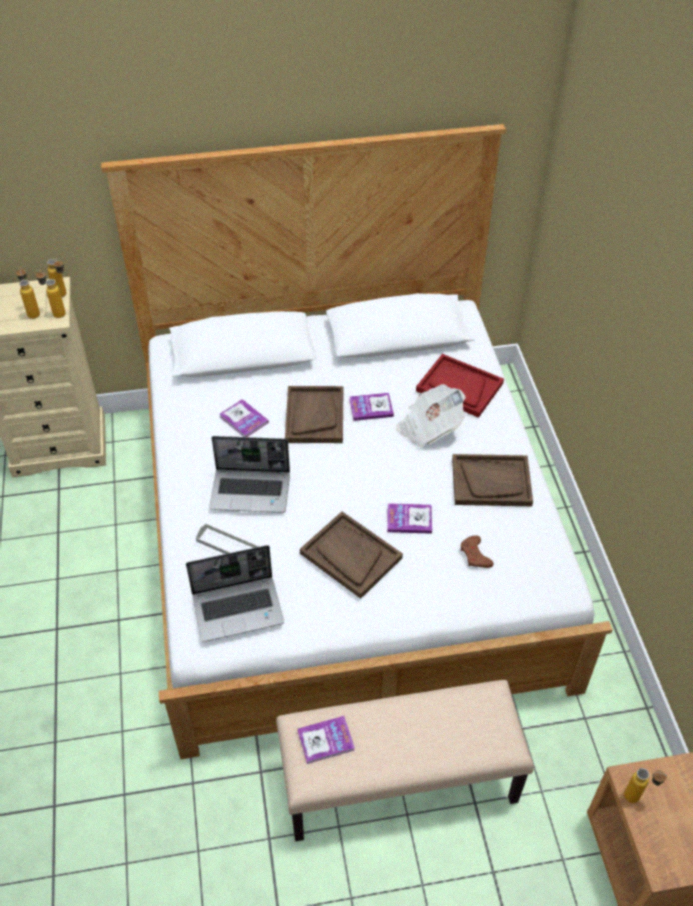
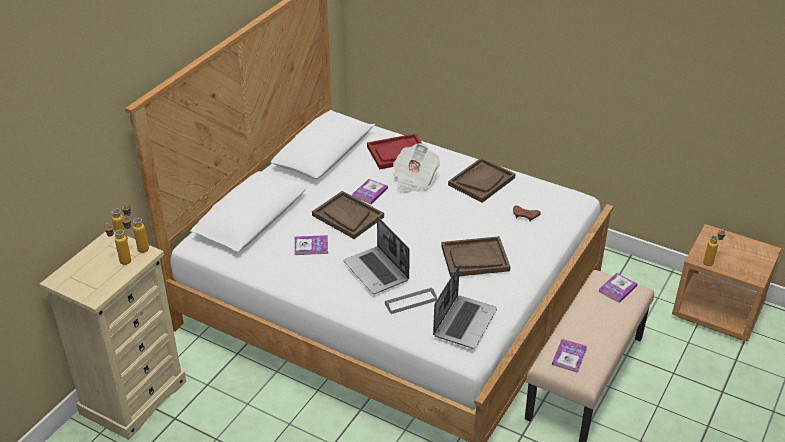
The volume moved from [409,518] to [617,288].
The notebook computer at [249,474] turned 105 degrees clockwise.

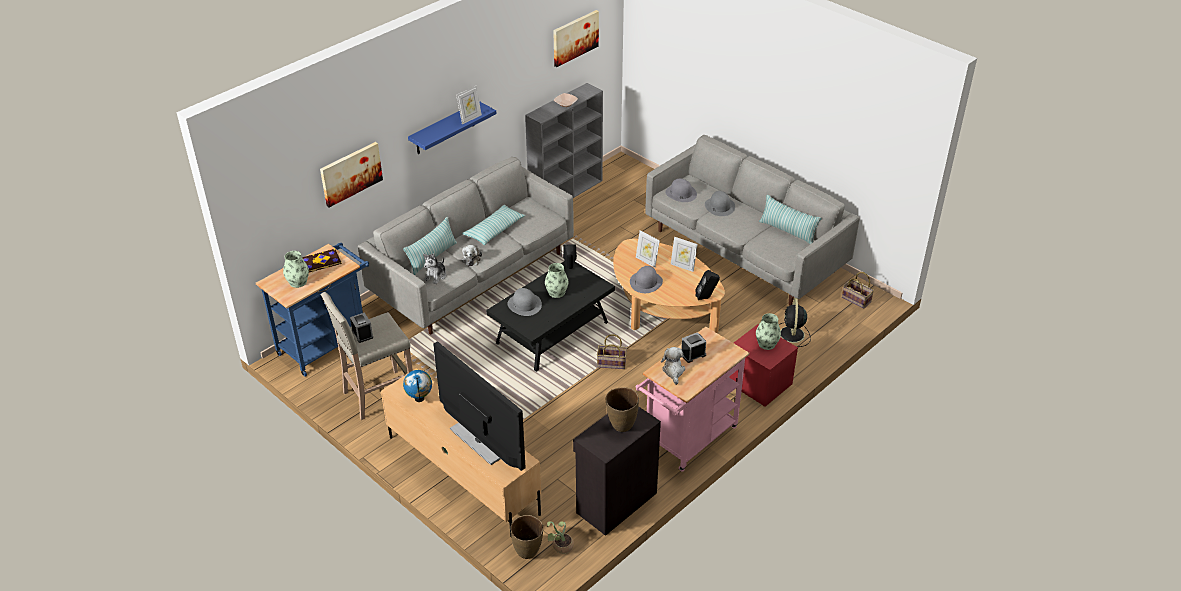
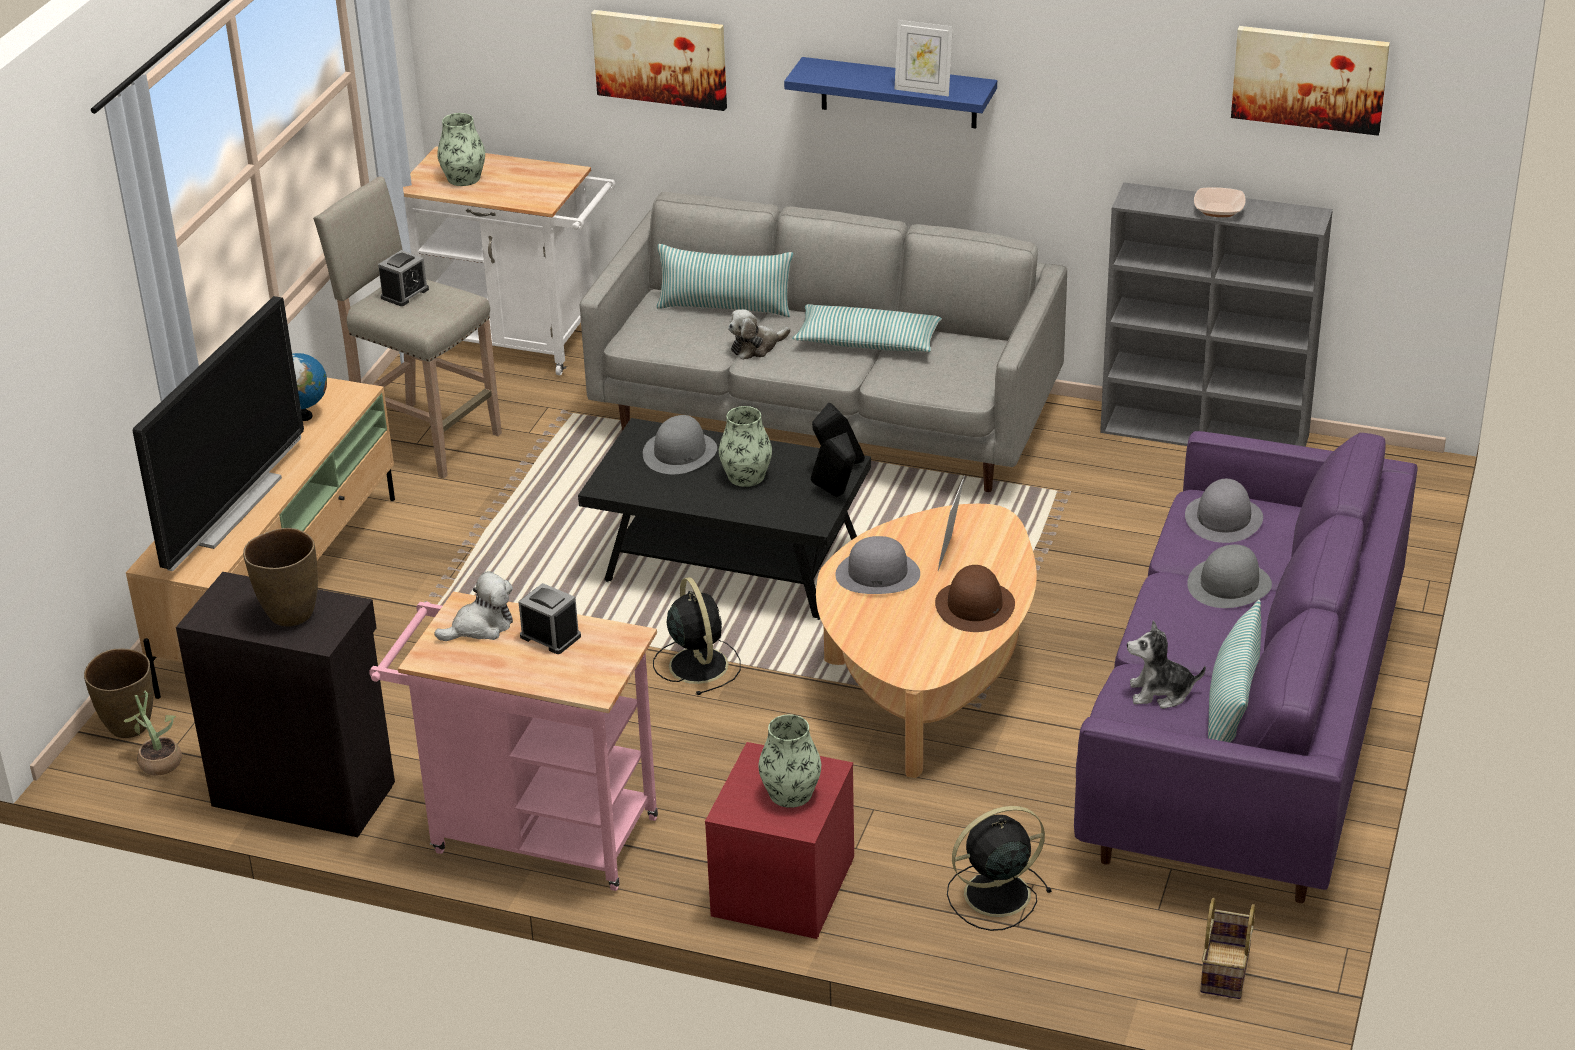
The volume at [322,261] disappeared.
The soft toy moved from [434,269] to [1166,664].
The blackish audio speaker moved from [707,285] to [833,464].
The household basket at [612,351] was replaced by the blackish electric fan at [697,636].
The picture frame at [684,254] was replaced by the brownish clothing hat at [975,598].
The blue cart at [312,310] became the whitish cart at [509,260].
The grey sofa at [752,220] became the purple sofa at [1245,667].

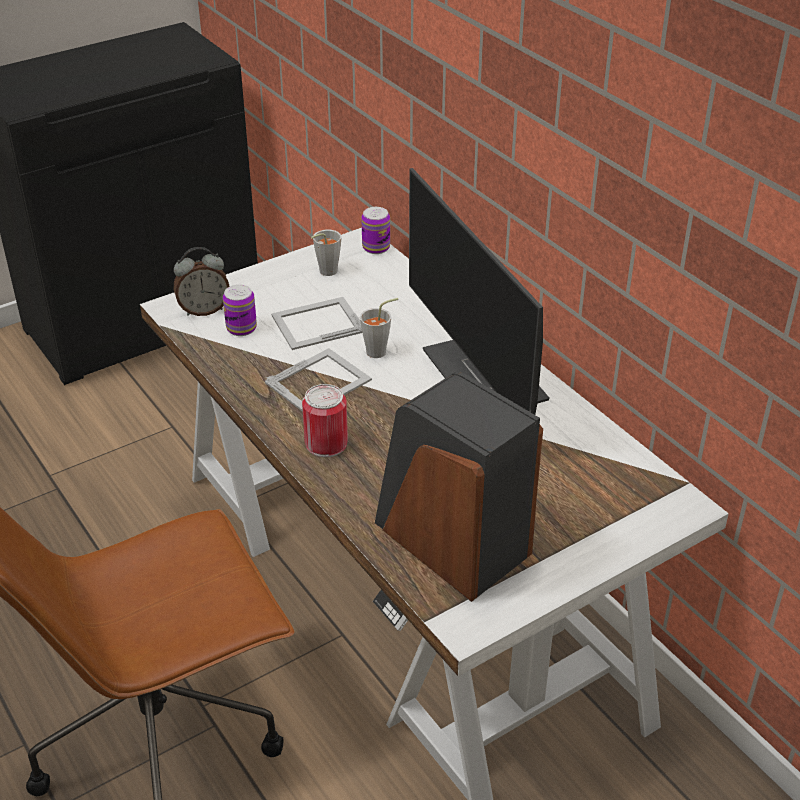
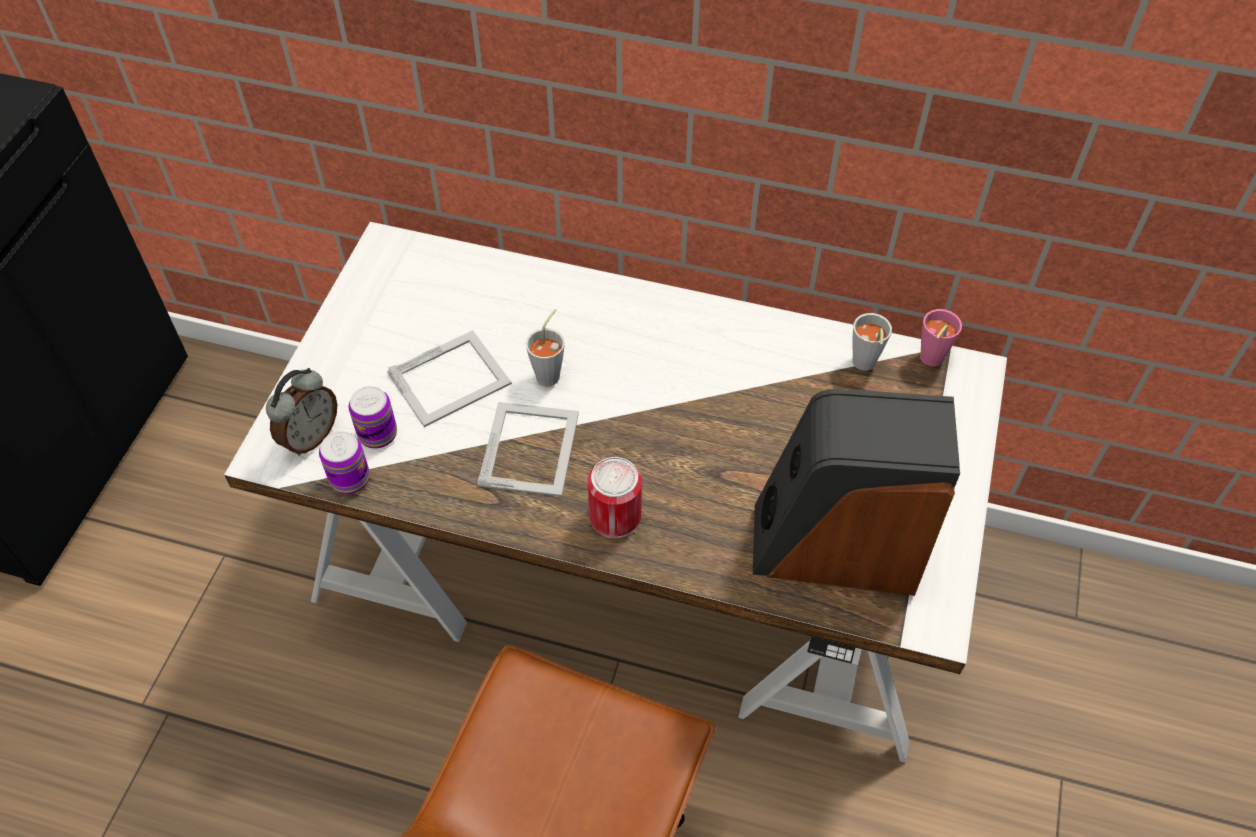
The monitor at [479,291] disappeared.
The pink drinking cup at [941,338] appeared.
The grey drinking cup moved from [326,253] to [872,342].
The metal can moved from [375,230] to [344,462].
The picture frame at [316,323] turned 150 degrees counterclockwise.

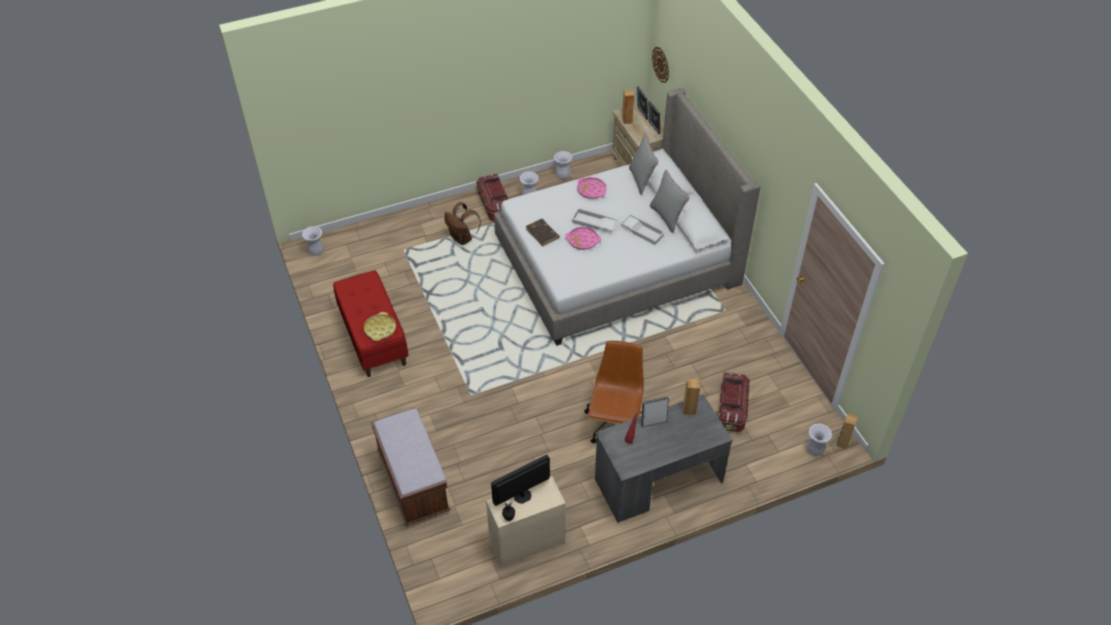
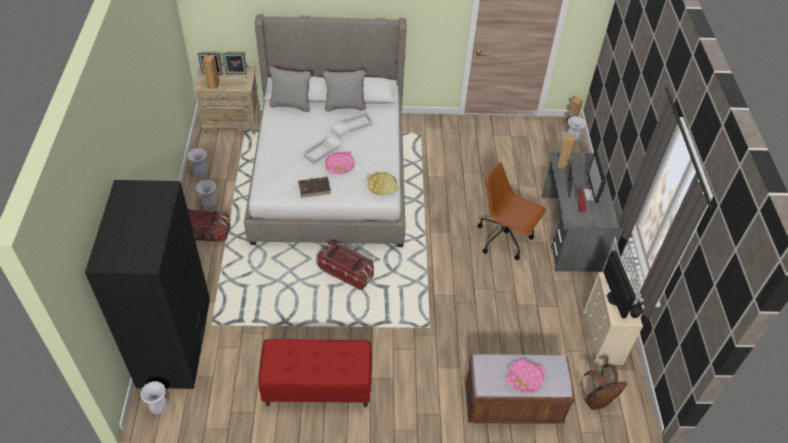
The wall clock at [660,65] disappeared.
The blackish wardrobe at [147,284] appeared.
The monitor at [594,177] appeared.
The yellow-coloured carrying tray moved from [380,326] to [382,183].
The brownish backpack moved from [463,223] to [604,387].
The pink carrying tray moved from [591,188] to [526,376].
The storage container moved from [734,402] to [345,266].

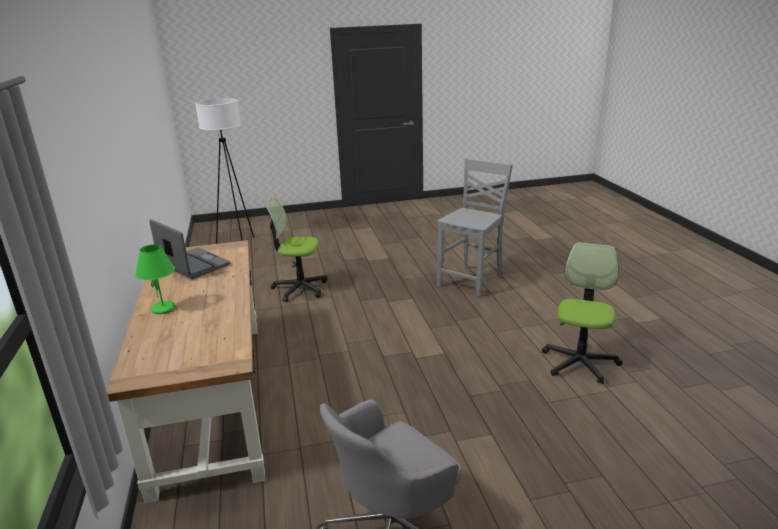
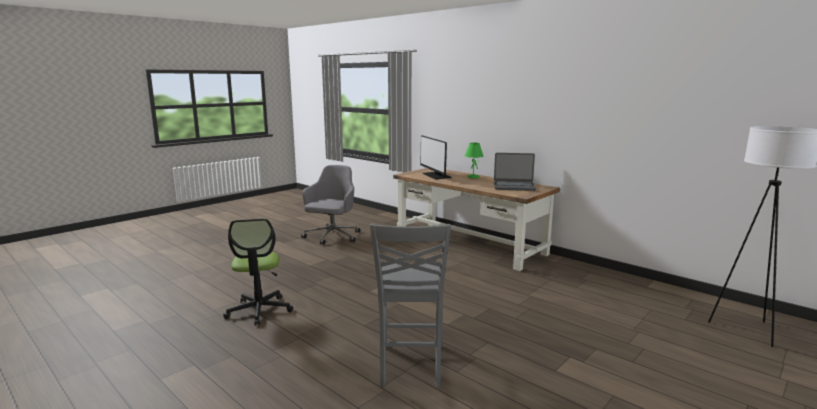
The desk chair at [296,249] disappeared.
The monitor at [436,157] appeared.

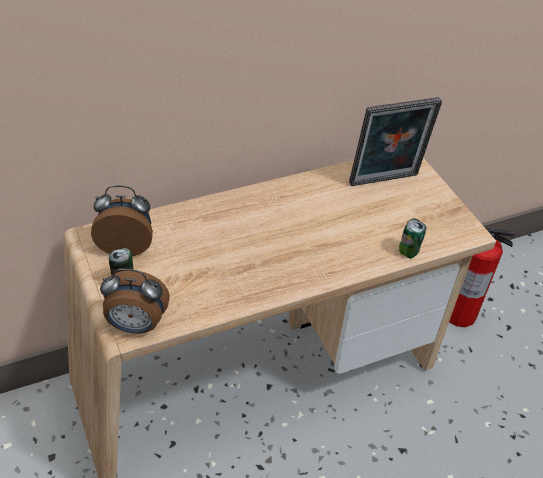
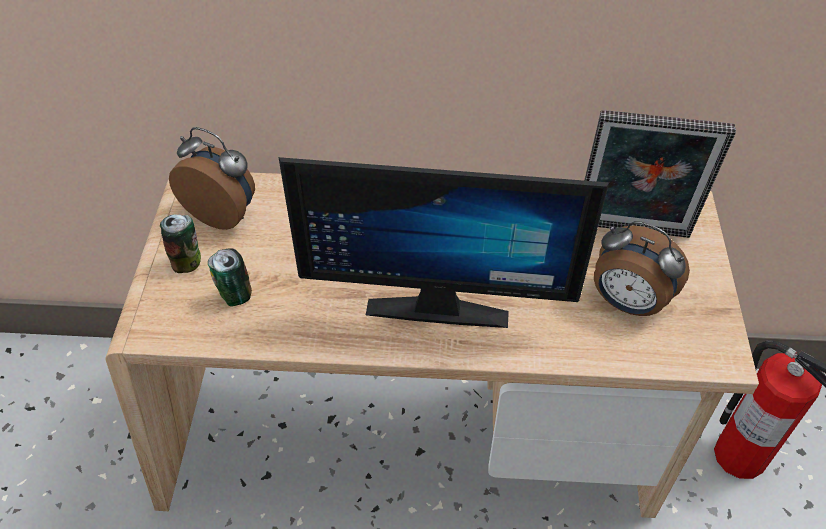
The monitor at [443,242] appeared.
The table clock moved from [135,301] to [642,268].
The metal can moved from [412,238] to [230,277].

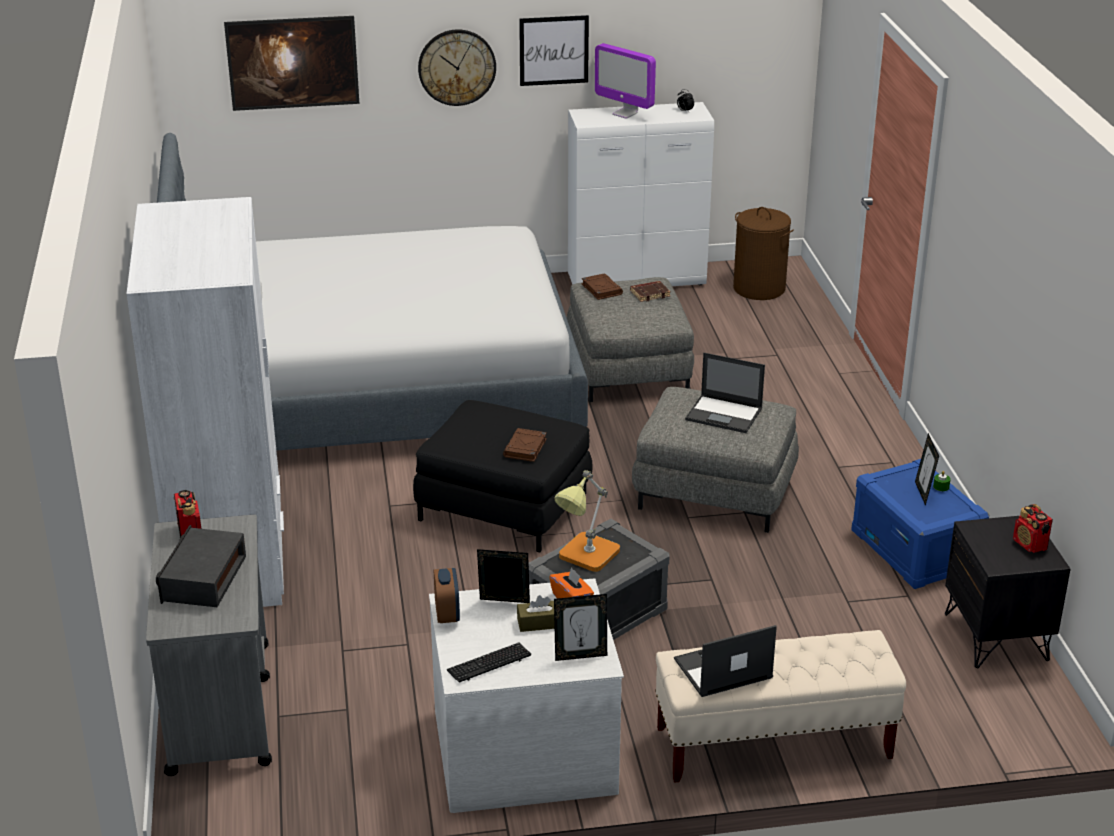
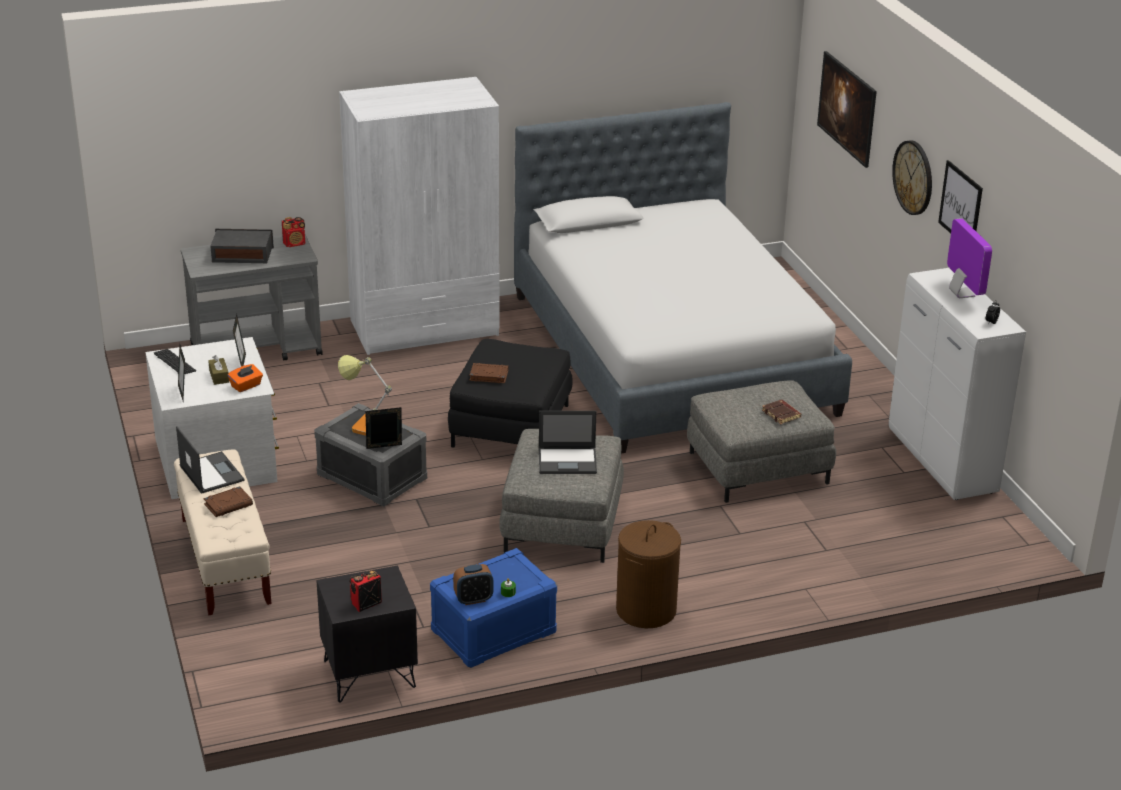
The table clock moved from [447,595] to [473,584].
The brownish volume moved from [602,286] to [228,501].
The brownish laundry basket moved from [763,253] to [648,574].
The picture frame moved from [927,469] to [383,428].
The monitor at [625,81] turned 135 degrees clockwise.
The notebook computer at [725,393] turned 105 degrees counterclockwise.

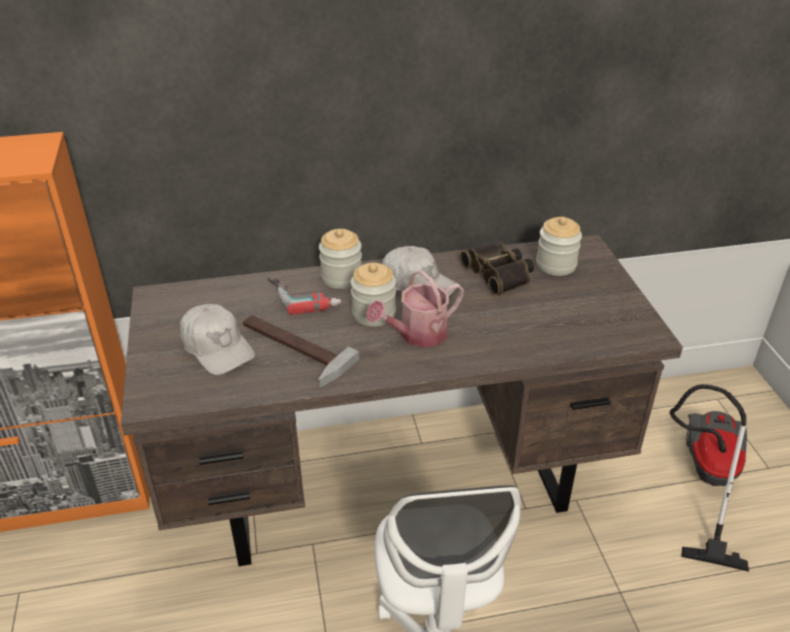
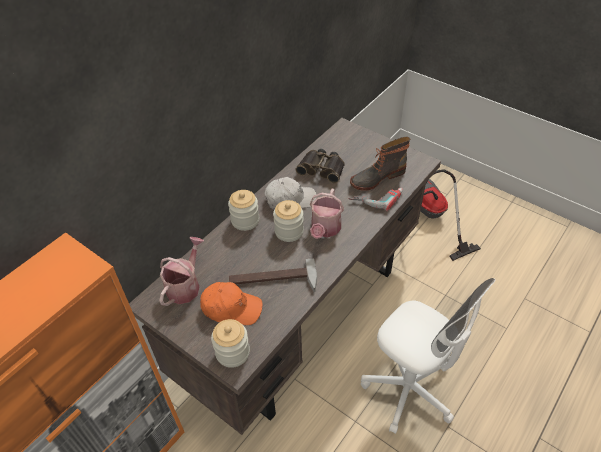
The sprinkling can at [181,271] appeared.
The high-top boot at [380,163] appeared.
The drill moved from [305,296] to [375,199].
The jar moved from [559,246] to [230,343].
The whitish baseball cap at [217,339] became the orange baseball cap at [231,303].

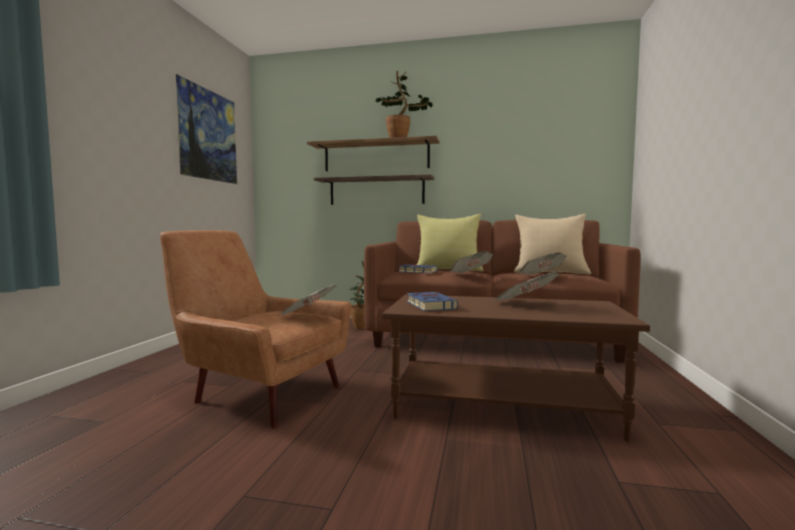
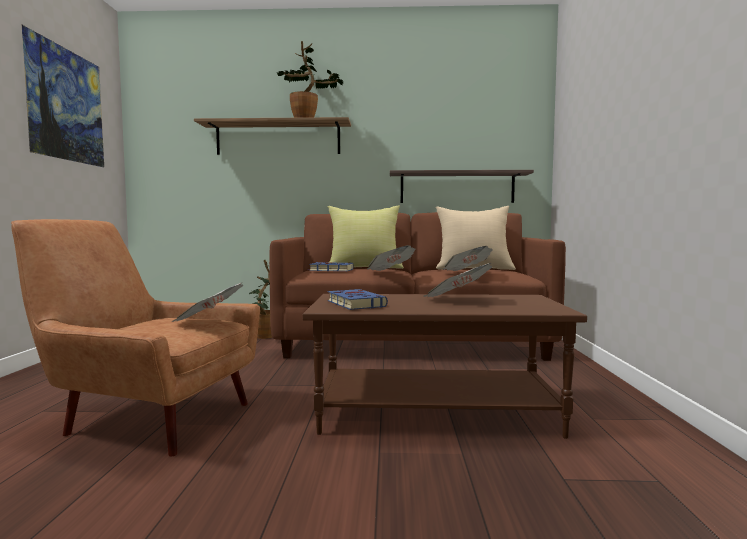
The shelf moved from [374,190] to [462,186].

